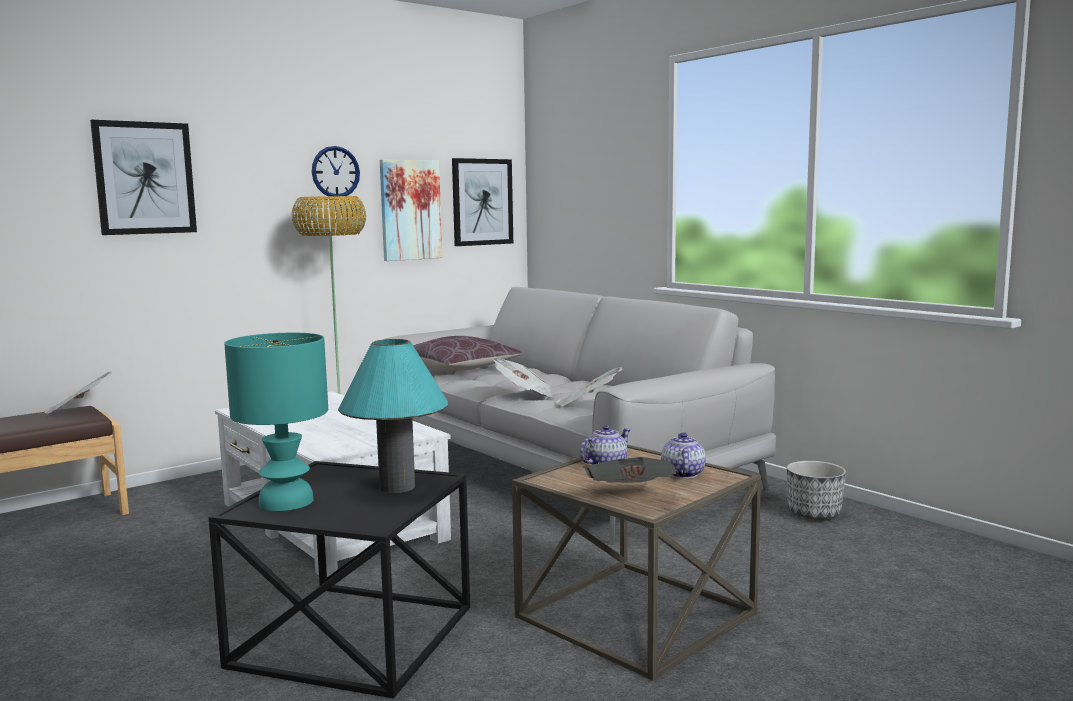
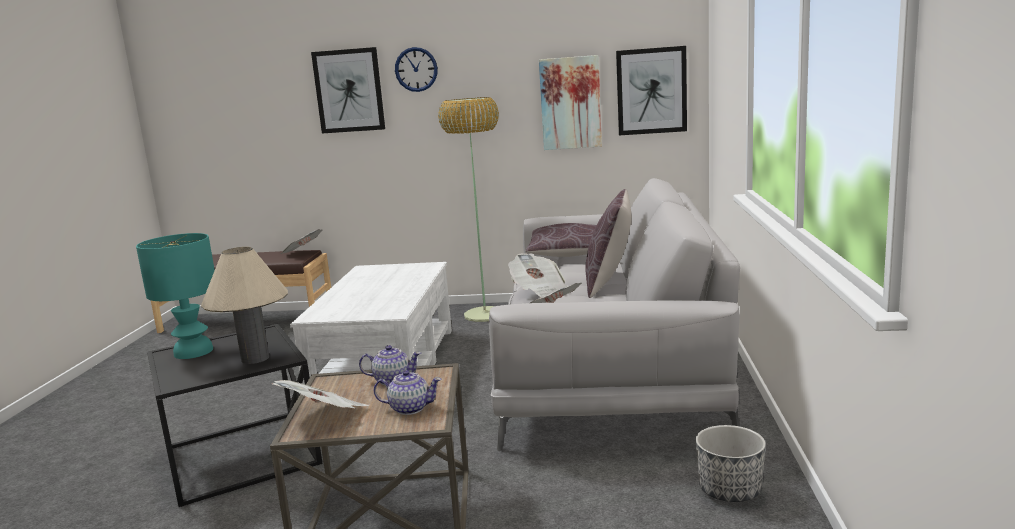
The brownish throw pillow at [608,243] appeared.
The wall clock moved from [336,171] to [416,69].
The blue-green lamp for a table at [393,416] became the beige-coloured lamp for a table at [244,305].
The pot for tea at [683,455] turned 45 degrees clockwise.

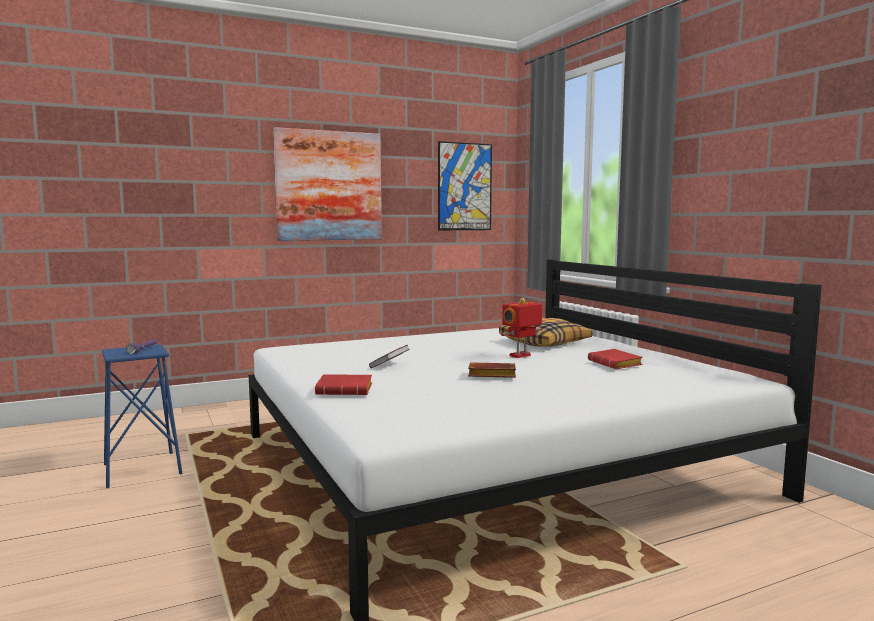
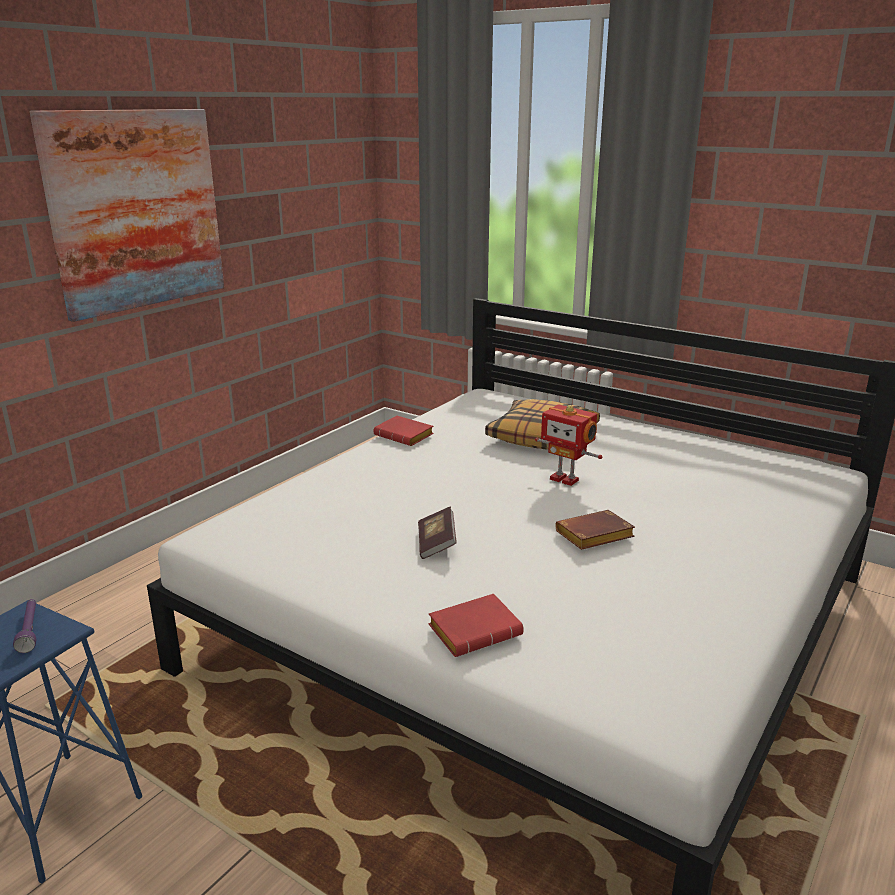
The picture at [465,185] disappeared.
The reddish volume moved from [615,359] to [403,431].
The model robot at [521,328] turned 75 degrees counterclockwise.

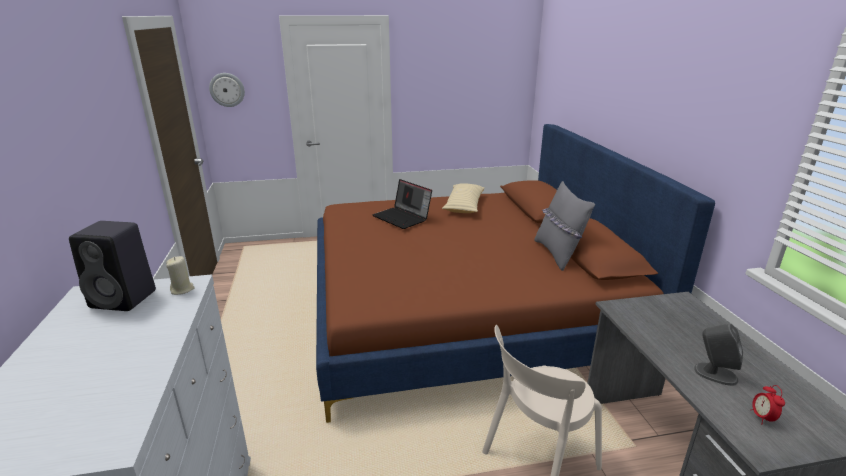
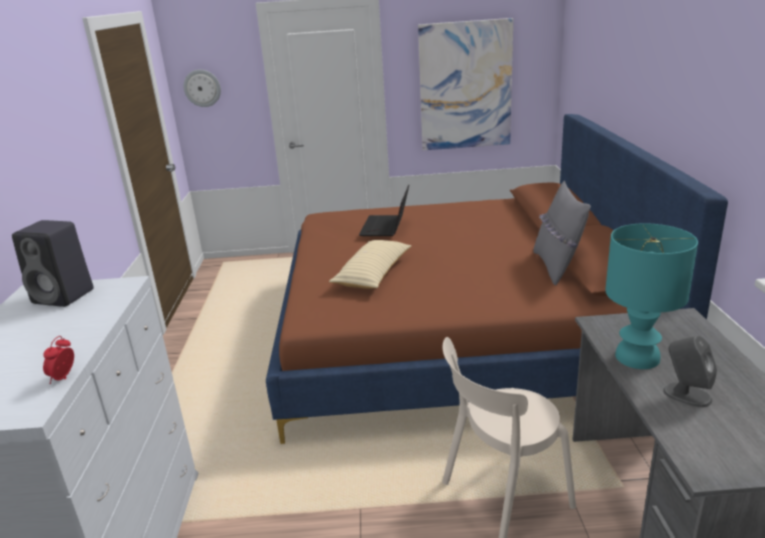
The beige-coloured candle at [180,275] disappeared.
The picture at [465,84] appeared.
The blue-green lamp for a table at [651,296] appeared.
The beige-coloured throw pillow moved from [463,198] to [370,264].
The table clock moved from [768,404] to [58,360].
The notebook computer at [402,204] turned 45 degrees clockwise.

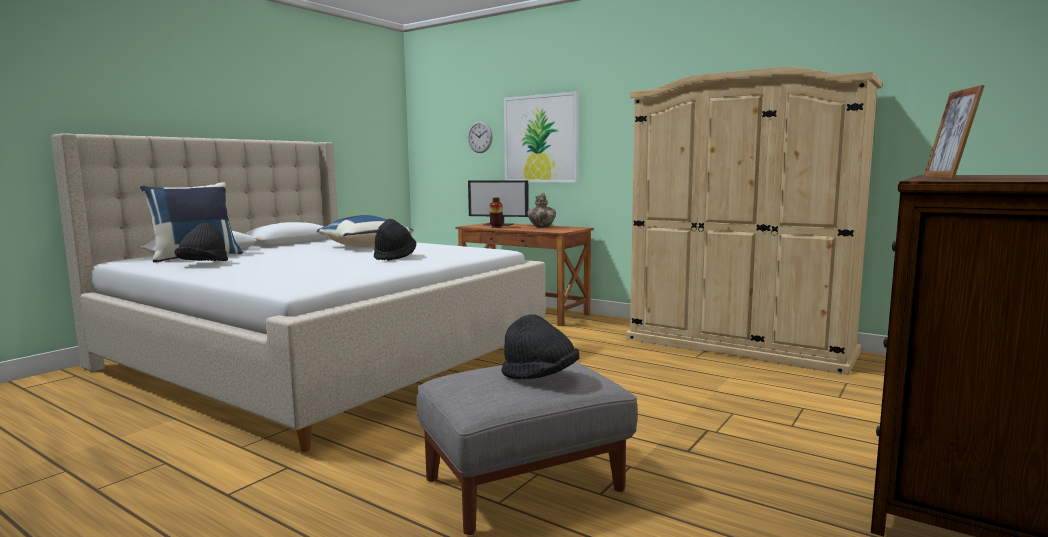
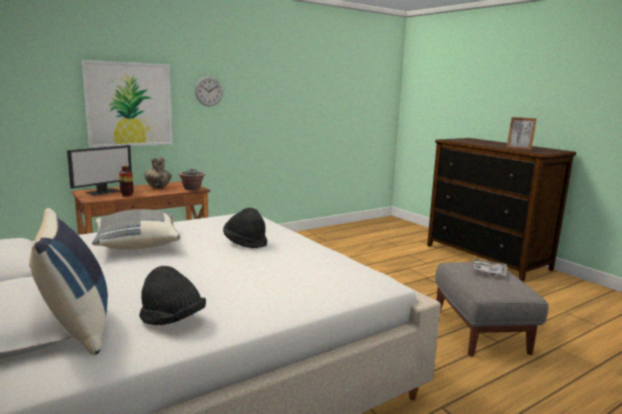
The beige-coloured wardrobe at [754,221] disappeared.
The houseplant at [192,179] appeared.
The wall clock moved from [480,137] to [209,91].
The blackish clothing hat at [540,347] was replaced by the carrying tray at [488,267].
The blue throw pillow at [365,231] became the grey throw pillow at [136,229].

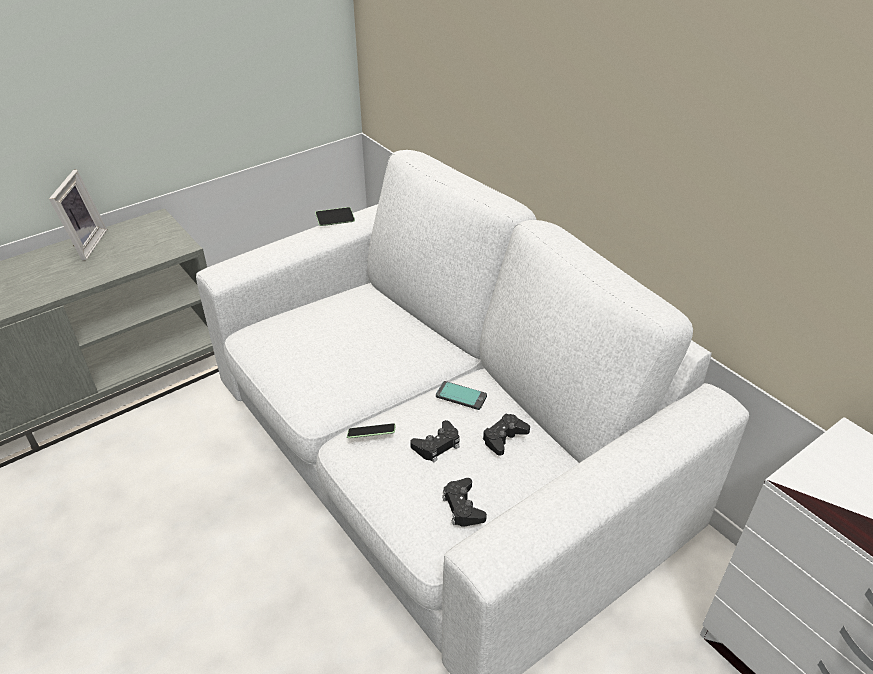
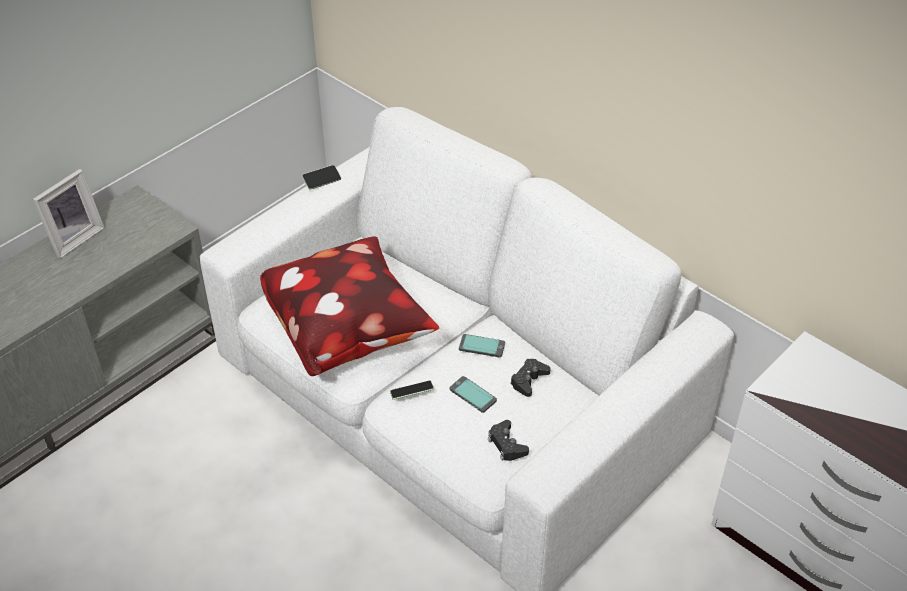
The throw pillow at [349,306] appeared.
The blackish game controller at [435,441] was replaced by the handset at [473,394].
The picture frame at [78,215] turned 45 degrees clockwise.

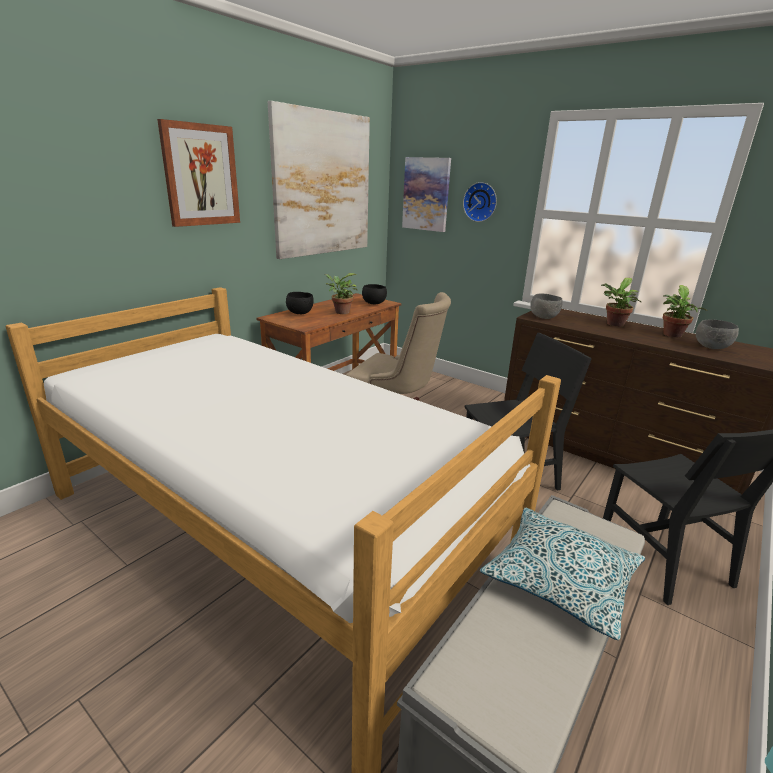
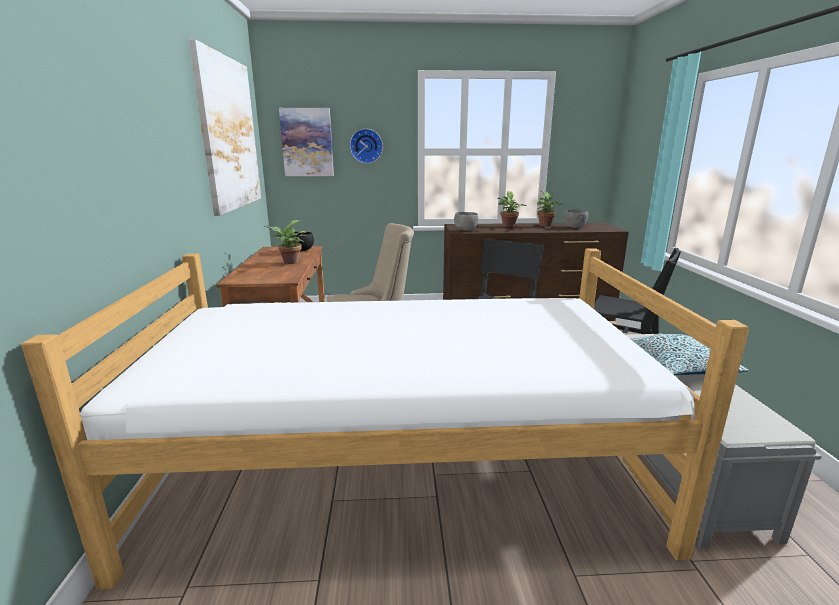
The picture at [198,173] disappeared.
The blackish bowl at [300,303] disappeared.

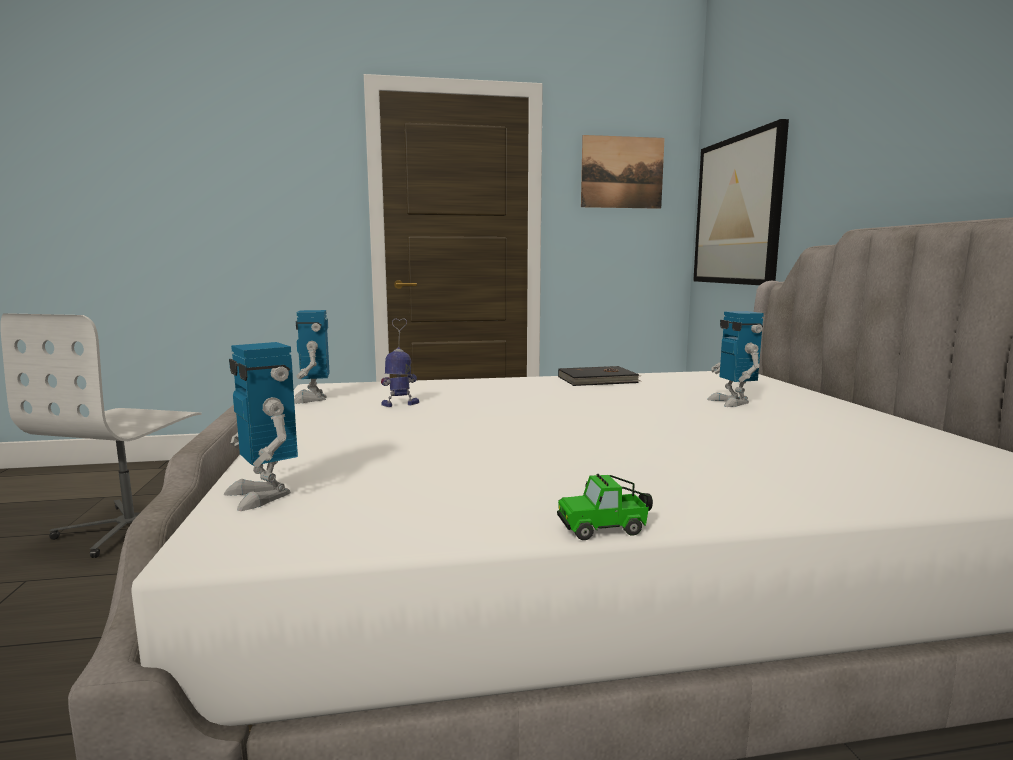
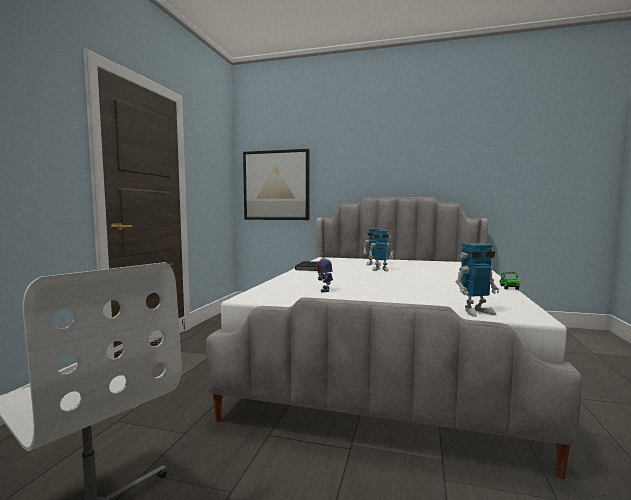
The picture at [623,172] disappeared.
The model robot moved from [311,357] to [381,250].

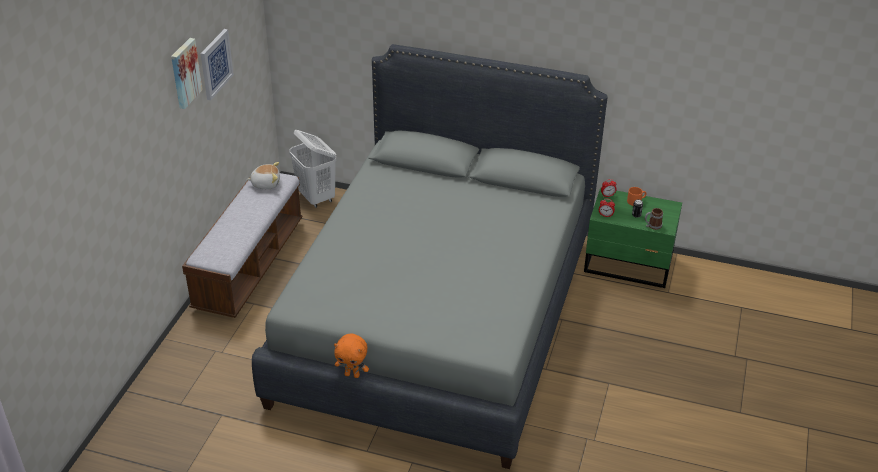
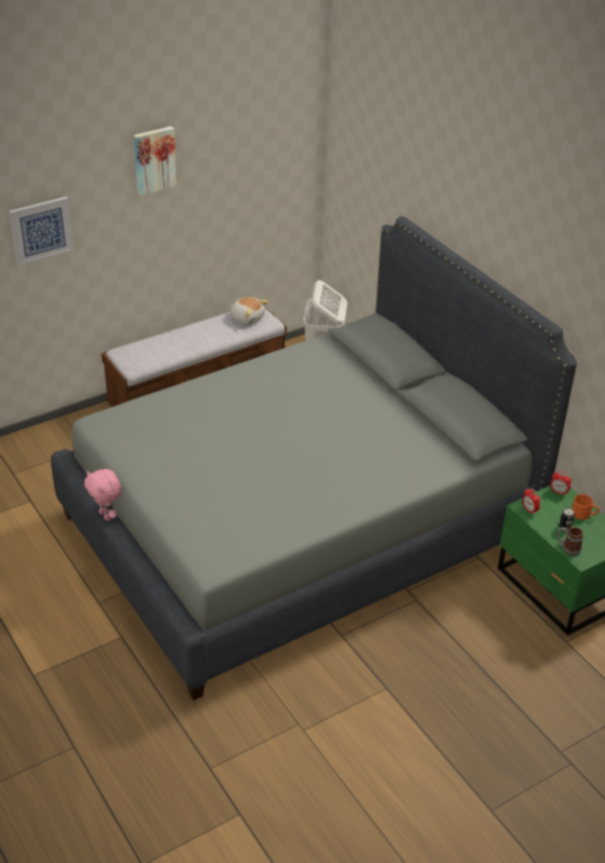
The picture moved from [217,64] to [41,231].
The orange soft toy at [351,356] became the pink soft toy at [102,495].

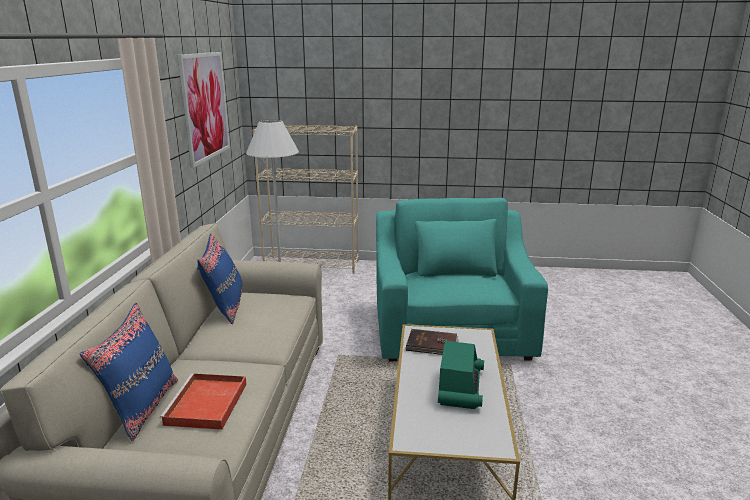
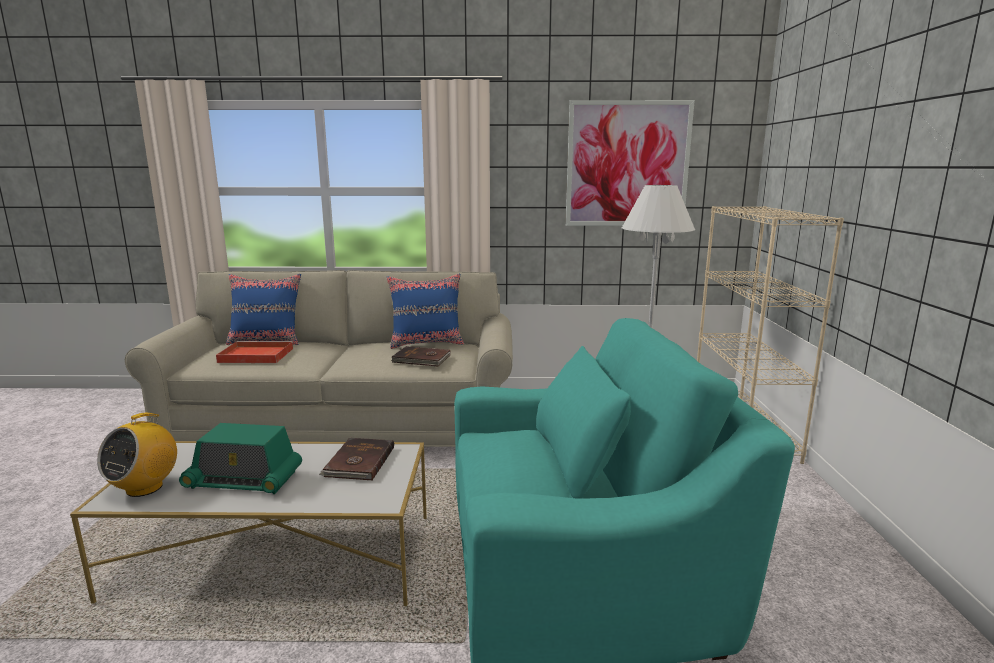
The radio set at [137,455] appeared.
The brownish volume at [421,356] appeared.

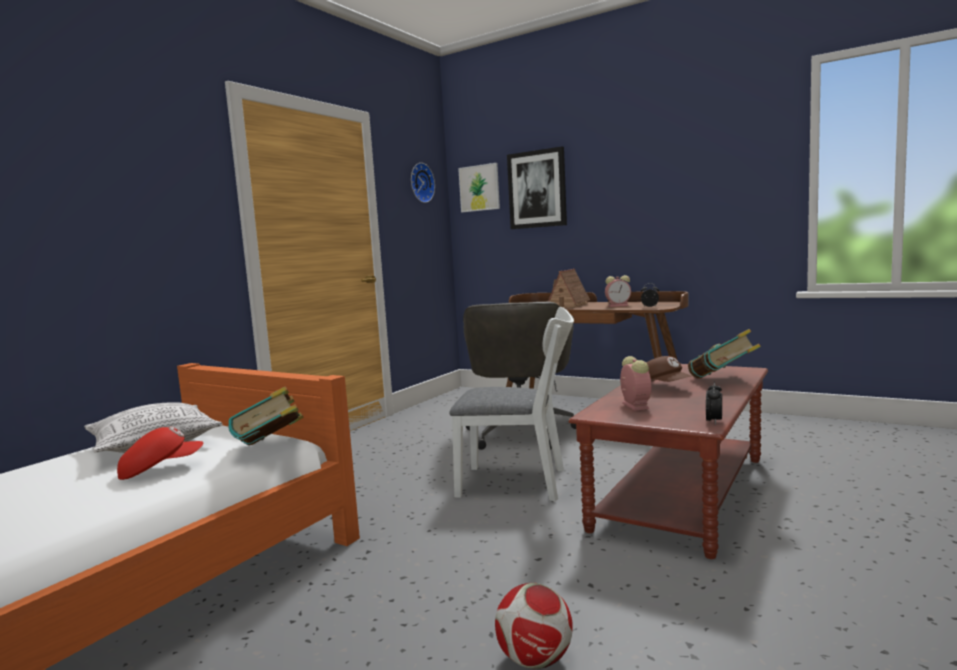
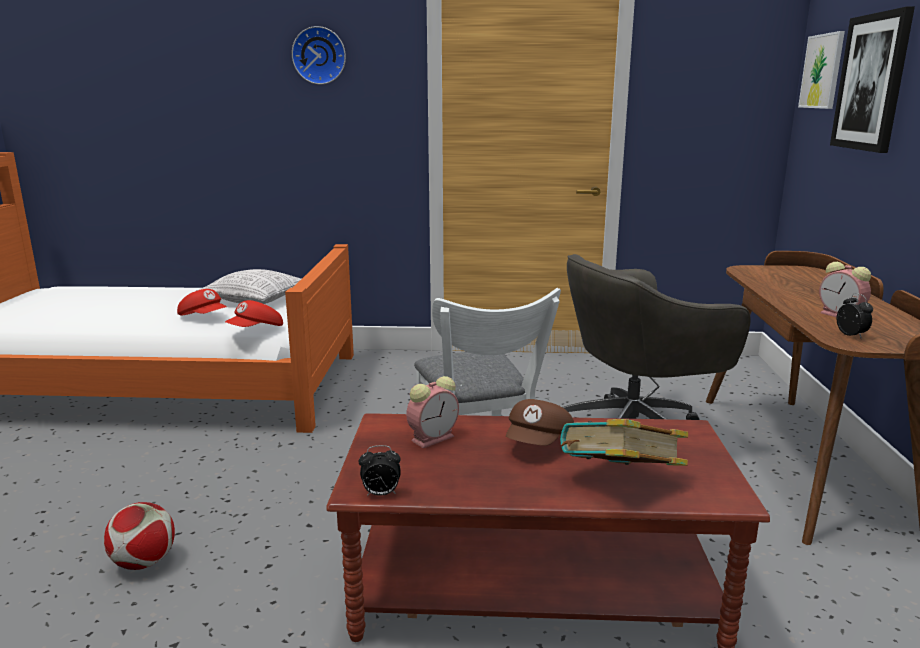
The miniature house at [568,289] disappeared.
The wall clock moved from [423,183] to [319,55].
The volume at [266,415] was replaced by the reddish baseball cap at [254,313].

